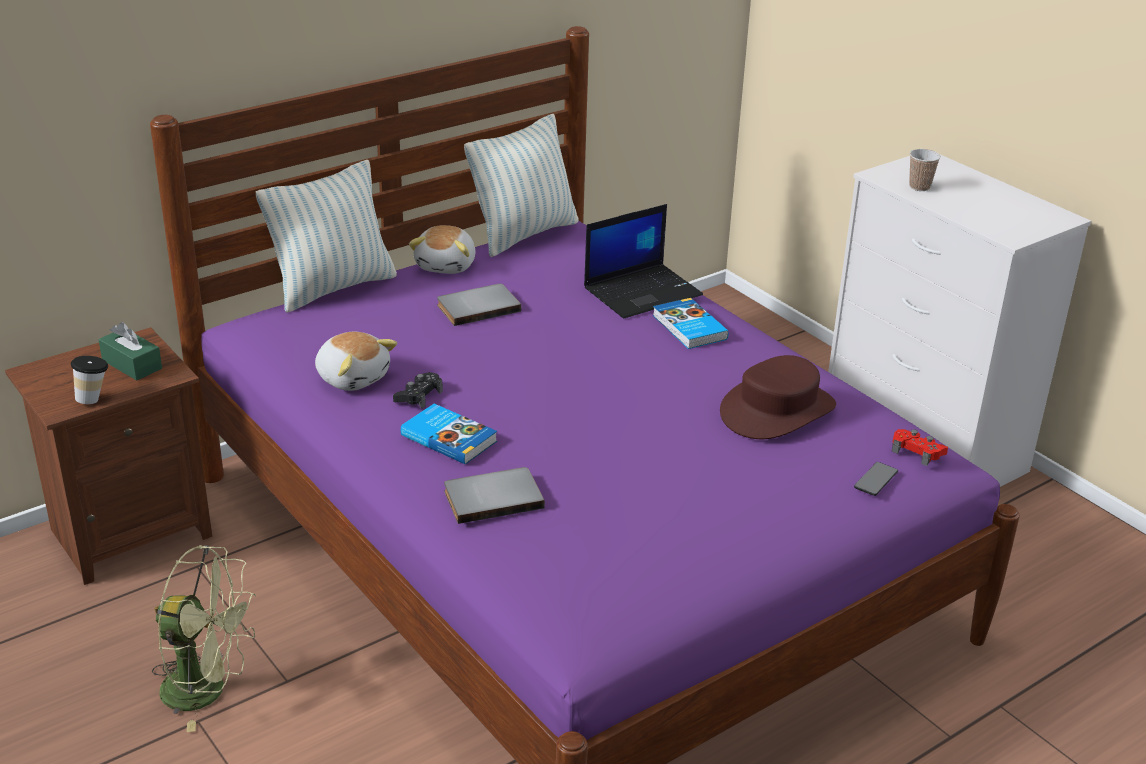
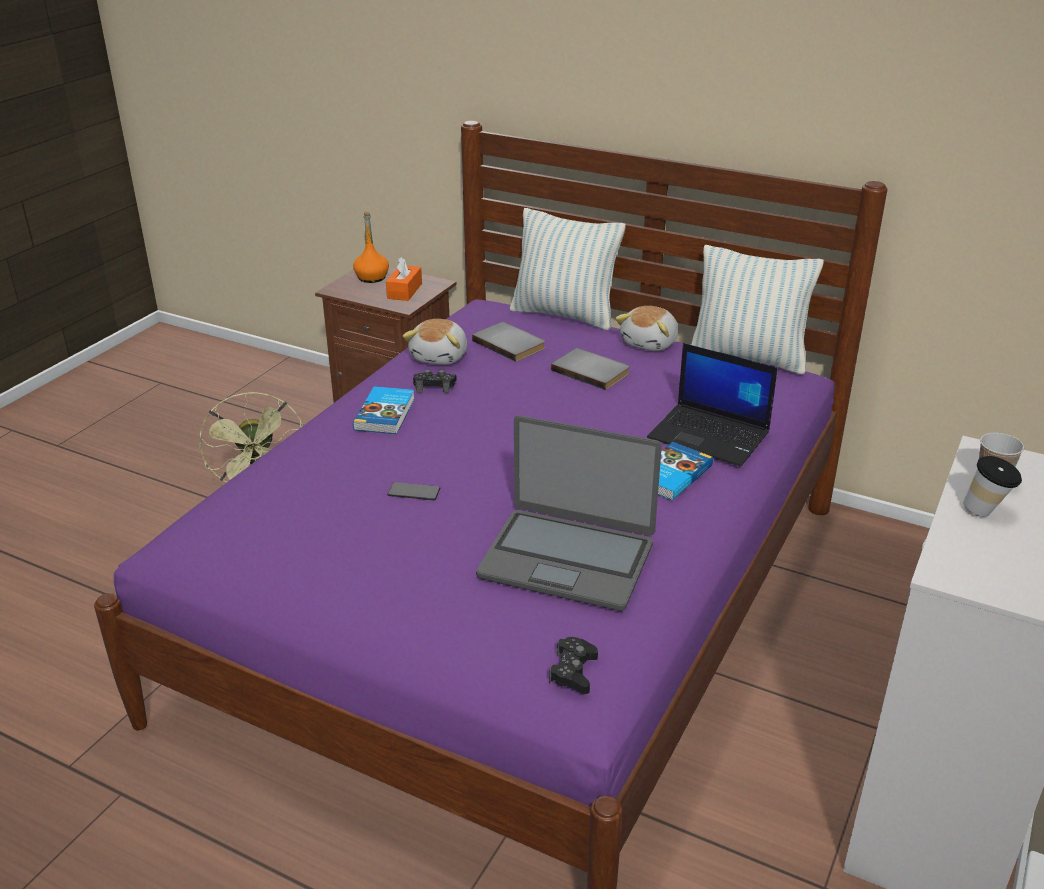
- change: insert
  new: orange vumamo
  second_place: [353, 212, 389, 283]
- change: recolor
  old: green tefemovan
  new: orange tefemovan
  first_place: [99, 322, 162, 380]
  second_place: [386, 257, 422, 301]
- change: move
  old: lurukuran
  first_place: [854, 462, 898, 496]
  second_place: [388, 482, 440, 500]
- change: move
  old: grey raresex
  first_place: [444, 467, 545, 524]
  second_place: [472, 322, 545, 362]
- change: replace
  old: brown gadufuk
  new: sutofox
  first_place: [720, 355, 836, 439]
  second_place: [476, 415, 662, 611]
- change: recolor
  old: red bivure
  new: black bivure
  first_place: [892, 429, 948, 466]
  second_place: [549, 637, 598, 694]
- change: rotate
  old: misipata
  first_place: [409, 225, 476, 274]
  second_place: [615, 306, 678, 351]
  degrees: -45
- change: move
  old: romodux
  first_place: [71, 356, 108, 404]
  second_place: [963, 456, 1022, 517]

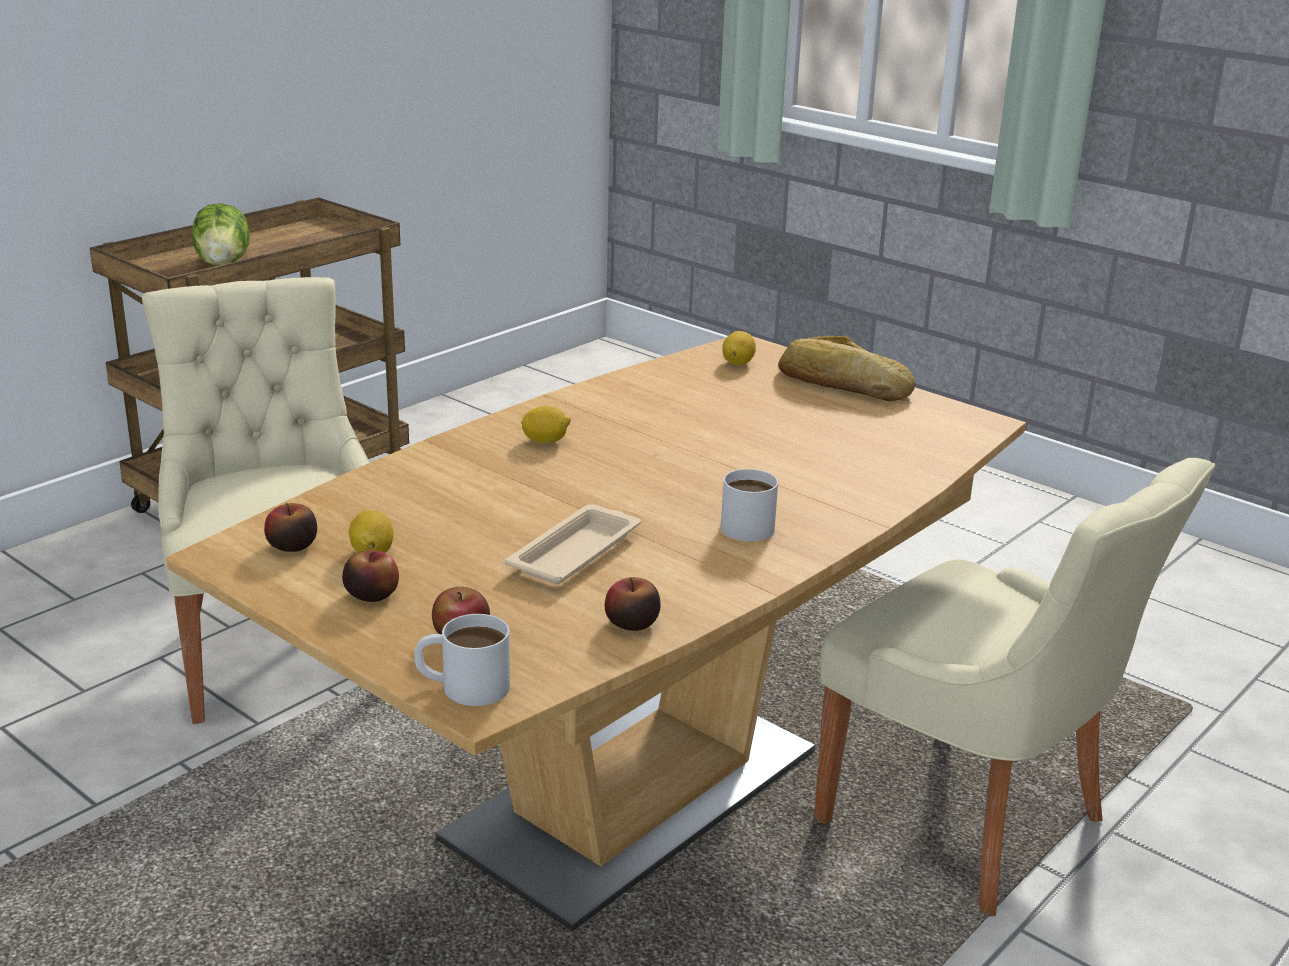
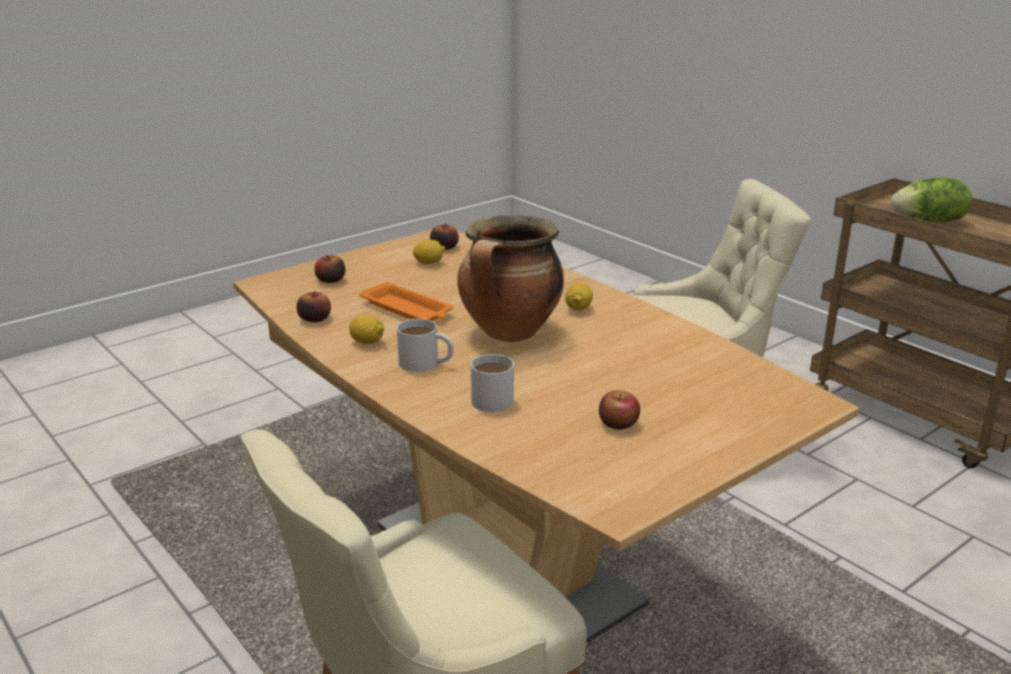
- change: move
  old: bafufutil
  first_place: [722, 331, 756, 365]
  second_place: [349, 315, 384, 344]
- change: recolor
  old: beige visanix
  new: orange visanix
  first_place: [505, 504, 641, 584]
  second_place: [359, 281, 453, 321]
- change: insert
  new: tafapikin
  second_place: [457, 215, 564, 342]
- change: move
  old: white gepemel
  first_place: [414, 614, 510, 706]
  second_place: [471, 354, 514, 412]
- change: move
  old: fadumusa
  first_place: [342, 550, 399, 602]
  second_place: [599, 390, 640, 430]
- change: delete
  old: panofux
  first_place: [778, 336, 915, 401]

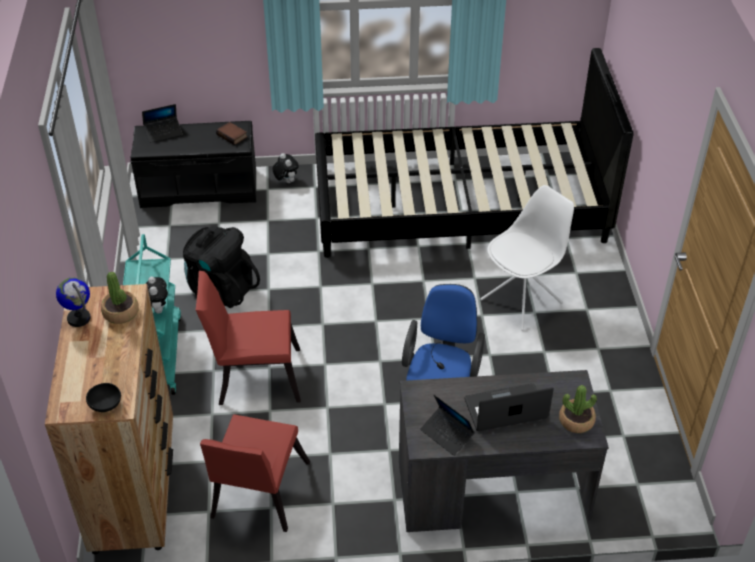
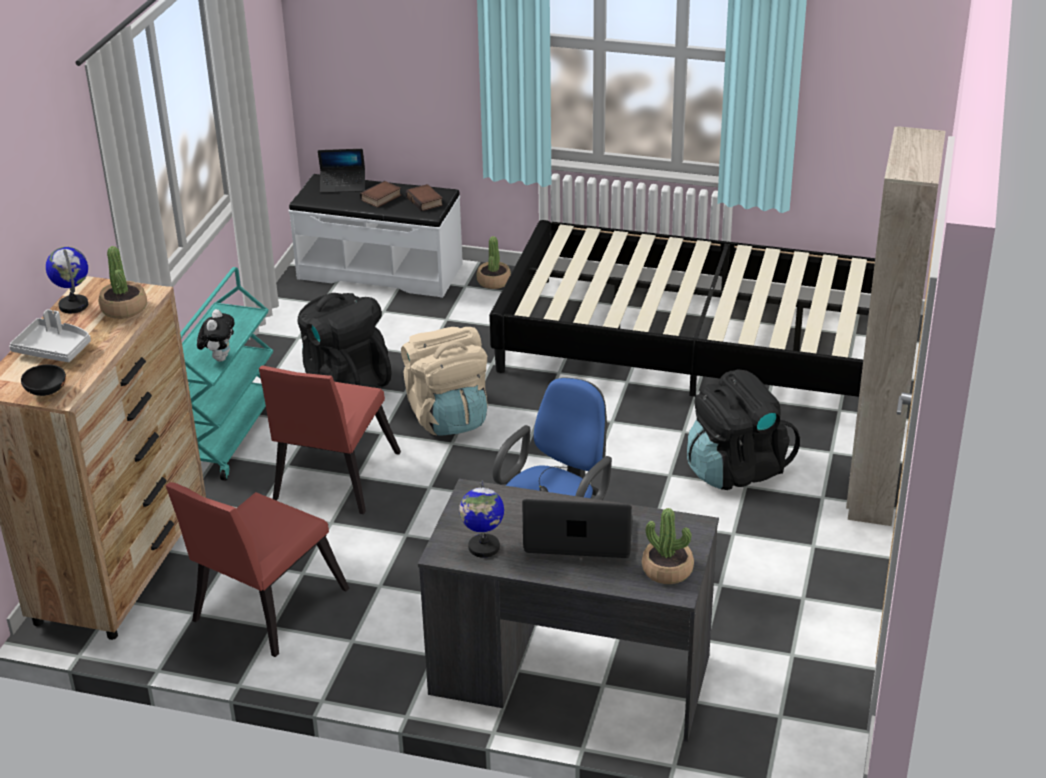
- change: insert
  new: grey visanix
  second_place: [9, 309, 91, 362]
- change: rotate
  old: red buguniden
  first_place: [196, 271, 301, 405]
  second_place: [259, 366, 401, 514]
  degrees: -90
- change: recolor
  old: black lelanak
  new: white lelanak
  first_place: [131, 121, 256, 208]
  second_place: [289, 174, 463, 298]
- change: insert
  new: raresex
  second_place: [360, 181, 401, 208]
- change: insert
  new: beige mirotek
  second_place: [401, 327, 488, 436]
- change: replace
  old: sutofox
  new: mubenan
  first_place: [420, 395, 475, 456]
  second_place: [459, 480, 504, 558]
- change: replace
  old: misipata
  new: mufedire
  first_place: [273, 153, 299, 183]
  second_place: [477, 236, 511, 289]
- change: replace
  old: white buguniden
  new: black mirotek
  first_place: [480, 185, 574, 331]
  second_place: [687, 369, 800, 490]
- change: insert
  new: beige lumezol
  second_place: [846, 126, 946, 526]

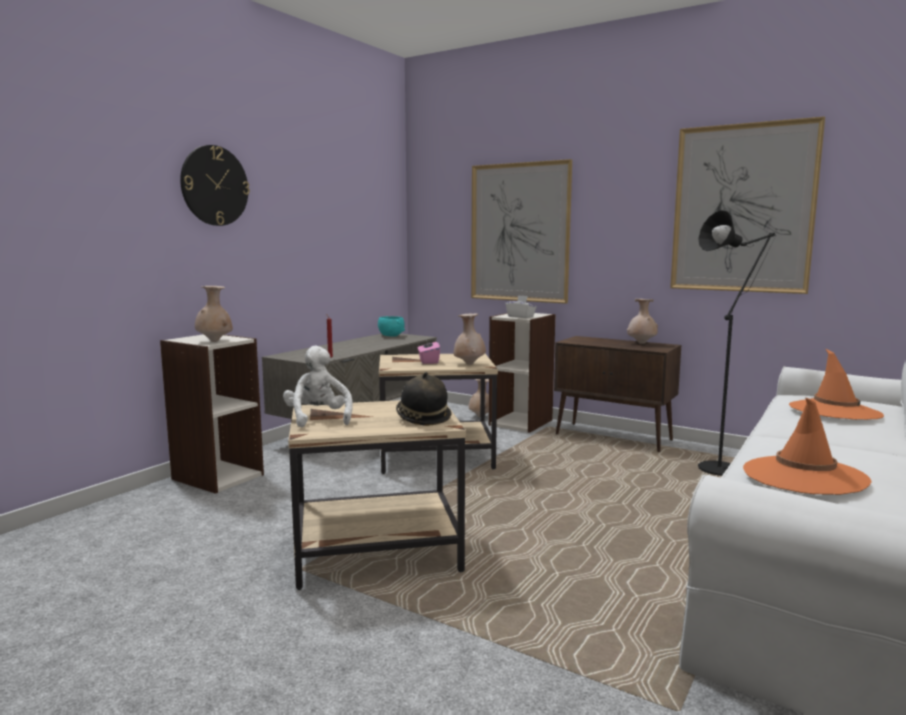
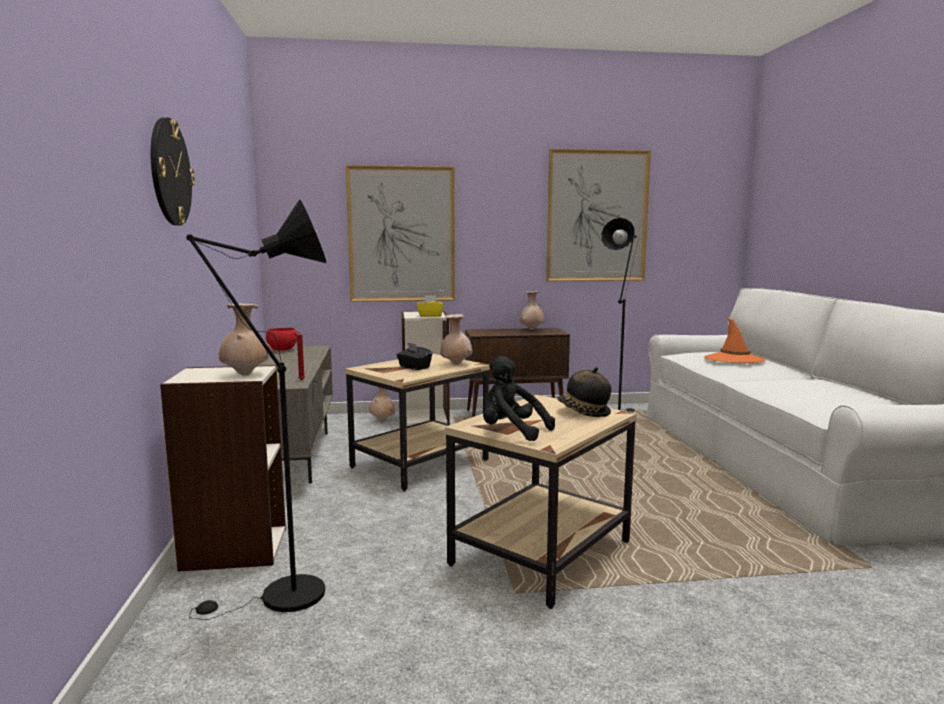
- change: insert
  new: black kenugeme
  second_place: [186, 199, 326, 620]
- change: recolor
  old: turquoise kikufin
  new: red kikufin
  first_place: [378, 316, 405, 337]
  second_place: [266, 328, 297, 350]
- change: recolor
  old: pink tefemovan
  new: black tefemovan
  first_place: [417, 338, 440, 364]
  second_place: [397, 342, 432, 370]
- change: recolor
  old: white tefemovan
  new: yellow tefemovan
  first_place: [506, 295, 537, 318]
  second_place: [417, 295, 444, 317]
- change: recolor
  old: white misipata
  new: black misipata
  first_place: [283, 345, 353, 427]
  second_place: [483, 356, 555, 441]
- change: delete
  old: orange gadufuk
  first_place: [743, 397, 872, 495]

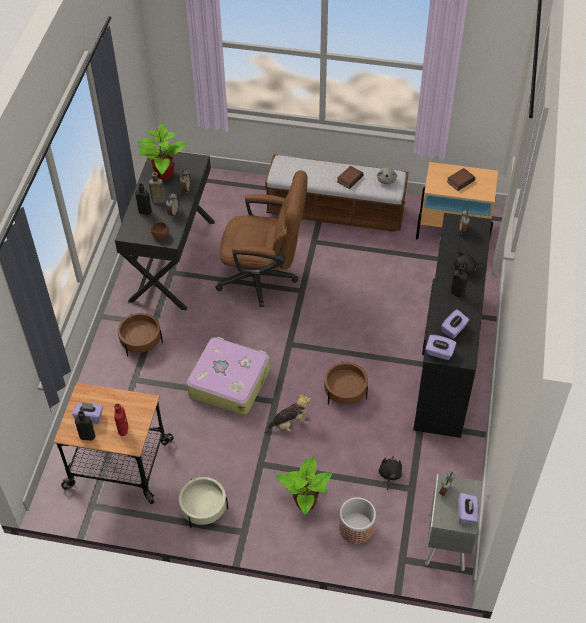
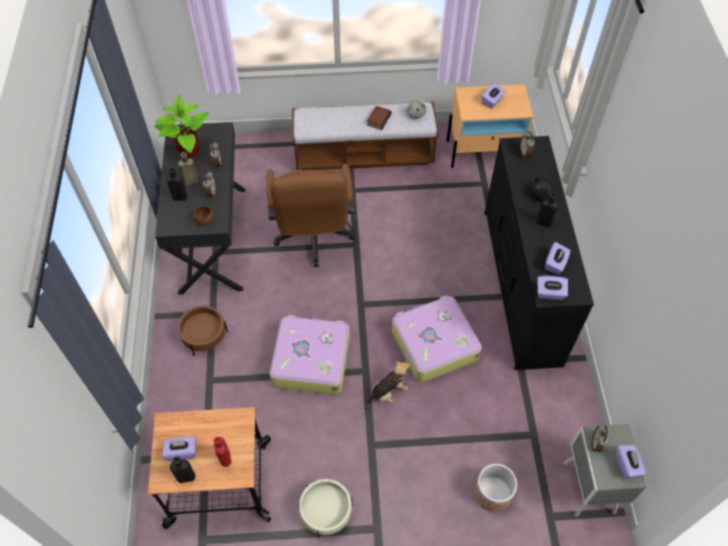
- change: rotate
  old: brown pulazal
  first_place: [216, 170, 308, 307]
  second_place: [266, 164, 355, 267]
  degrees: 90
- change: replace
  old: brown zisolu
  new: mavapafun
  first_place: [324, 361, 368, 404]
  second_place: [392, 295, 482, 383]
- change: replace
  old: raresex
  new: purple tefemovan
  first_place: [447, 168, 475, 191]
  second_place: [482, 83, 506, 109]
- change: delete
  old: mufedire
  first_place: [276, 456, 332, 515]
- change: delete
  old: black misipata
  first_place: [379, 456, 402, 490]

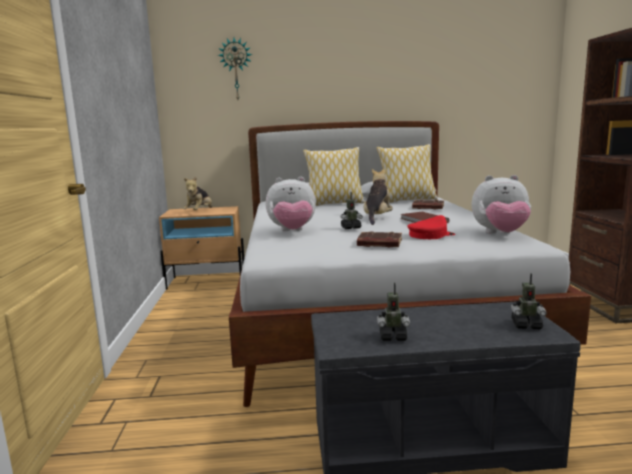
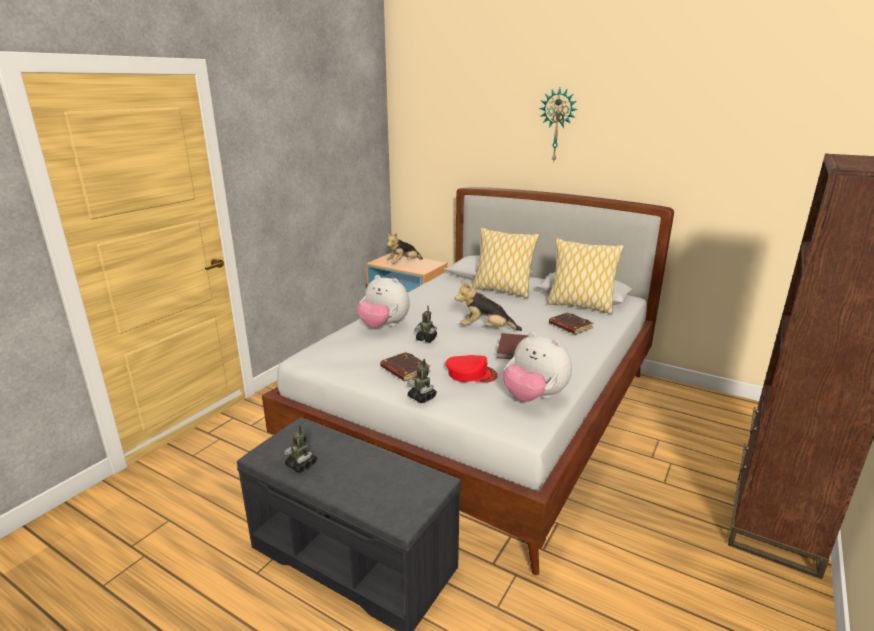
- change: move
  old: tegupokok
  first_place: [511, 273, 547, 329]
  second_place: [407, 359, 437, 403]
- change: rotate
  old: misipata
  first_place: [364, 169, 393, 225]
  second_place: [455, 281, 522, 331]
  degrees: -135
- change: move
  old: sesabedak
  first_place: [218, 38, 252, 99]
  second_place: [539, 88, 578, 163]

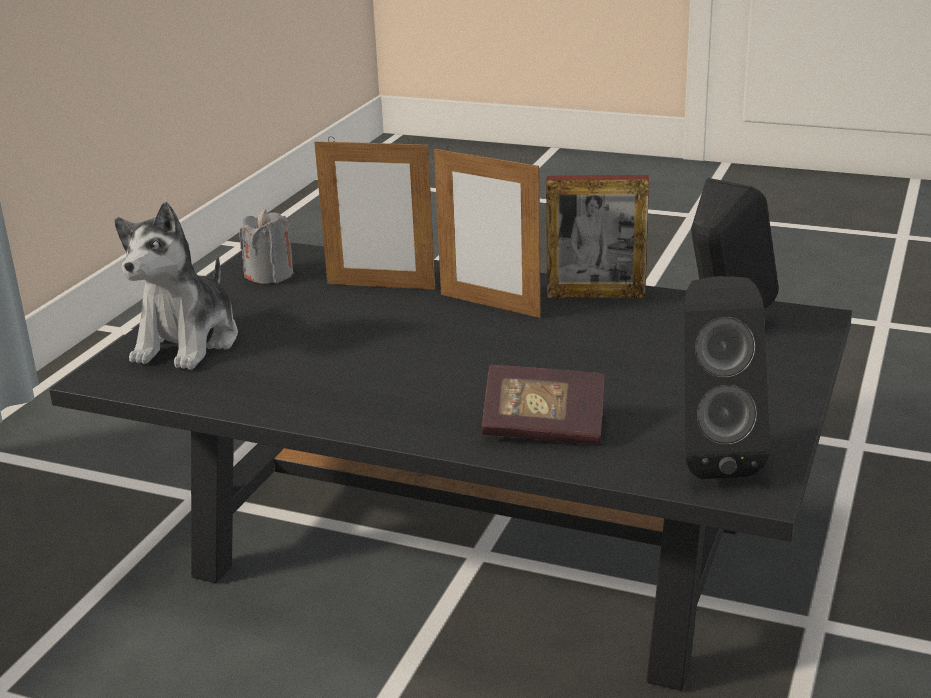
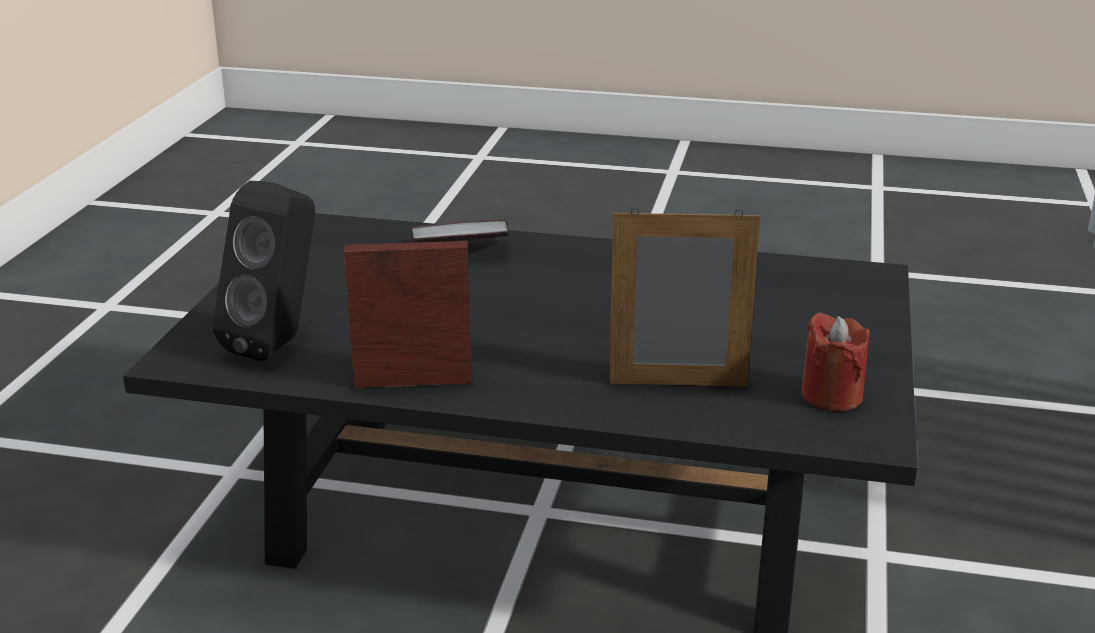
- change: recolor
  old: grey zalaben
  new: red zalaben
  first_place: [239, 209, 294, 284]
  second_place: [801, 312, 870, 411]
- change: delete
  old: misipata
  first_place: [114, 202, 238, 370]
- change: delete
  old: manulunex
  first_place: [434, 146, 541, 318]
- change: delete
  old: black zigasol
  first_place: [684, 276, 770, 479]

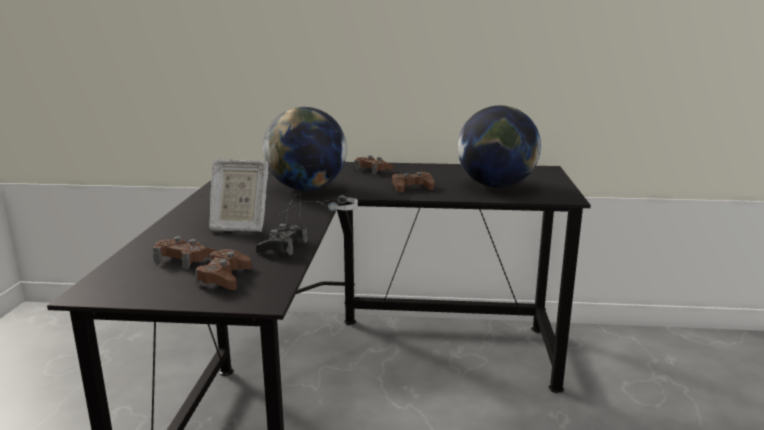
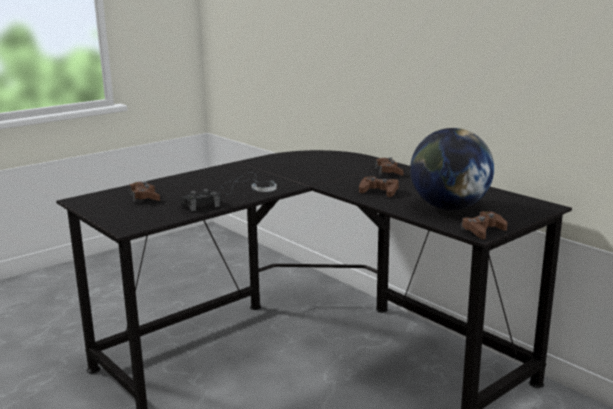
- change: move
  old: brown bivure
  first_place: [195, 249, 252, 290]
  second_place: [461, 211, 507, 239]
- change: delete
  old: manulunex
  first_place: [209, 159, 269, 232]
- change: delete
  old: mubenan
  first_place: [263, 107, 347, 190]

